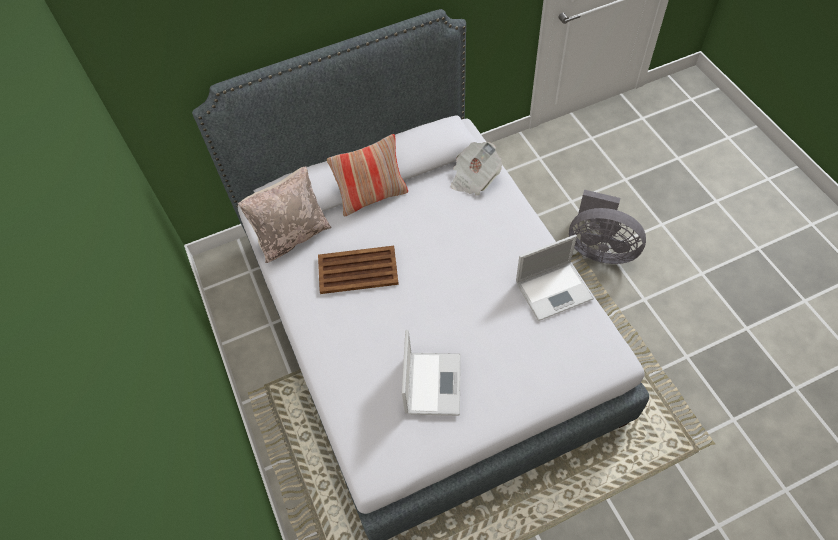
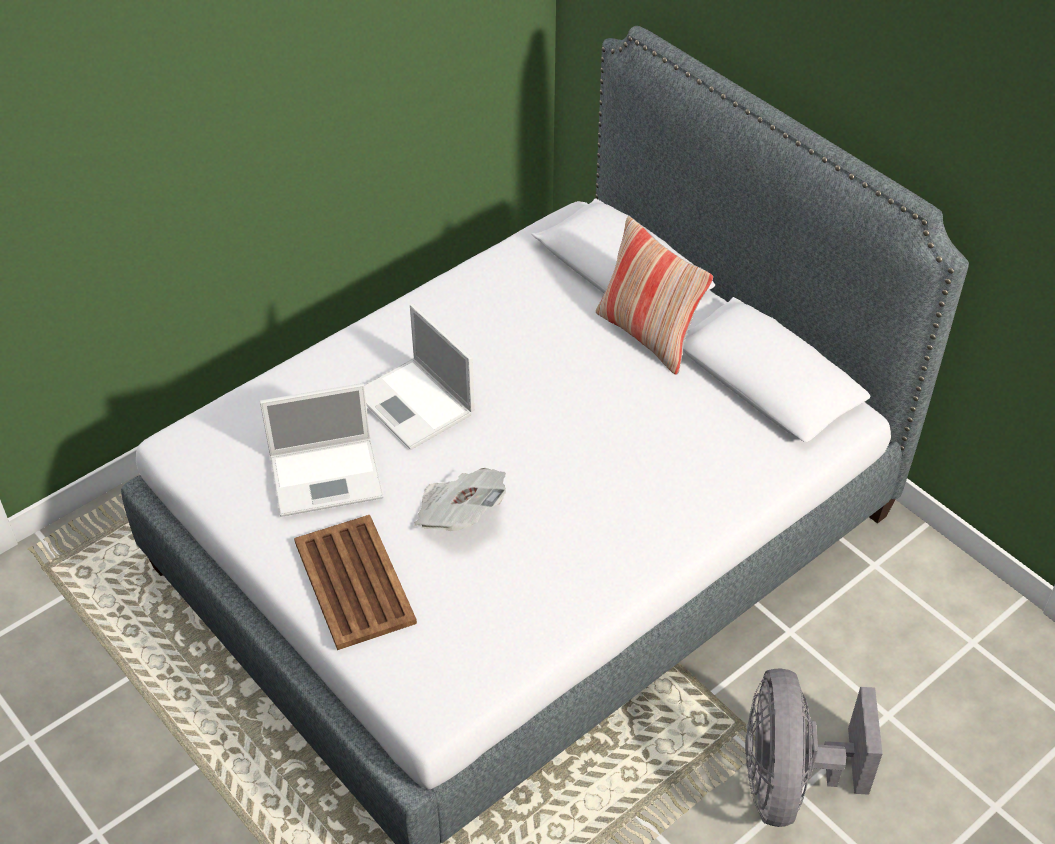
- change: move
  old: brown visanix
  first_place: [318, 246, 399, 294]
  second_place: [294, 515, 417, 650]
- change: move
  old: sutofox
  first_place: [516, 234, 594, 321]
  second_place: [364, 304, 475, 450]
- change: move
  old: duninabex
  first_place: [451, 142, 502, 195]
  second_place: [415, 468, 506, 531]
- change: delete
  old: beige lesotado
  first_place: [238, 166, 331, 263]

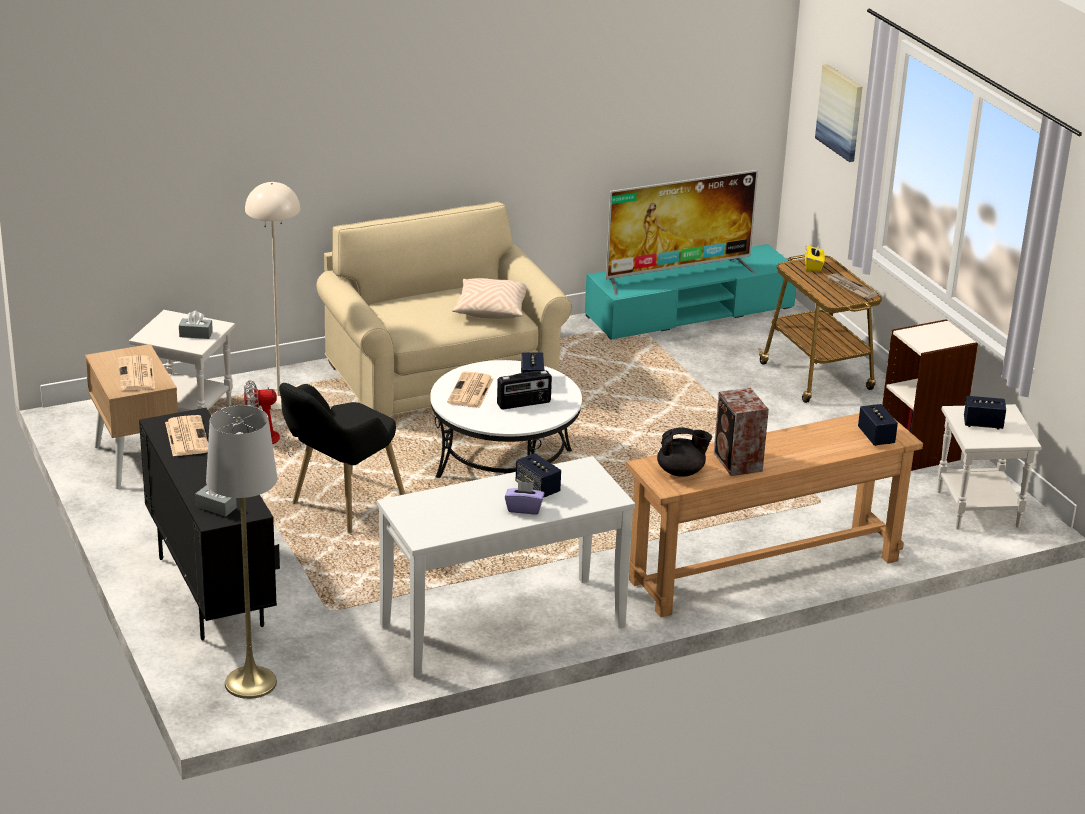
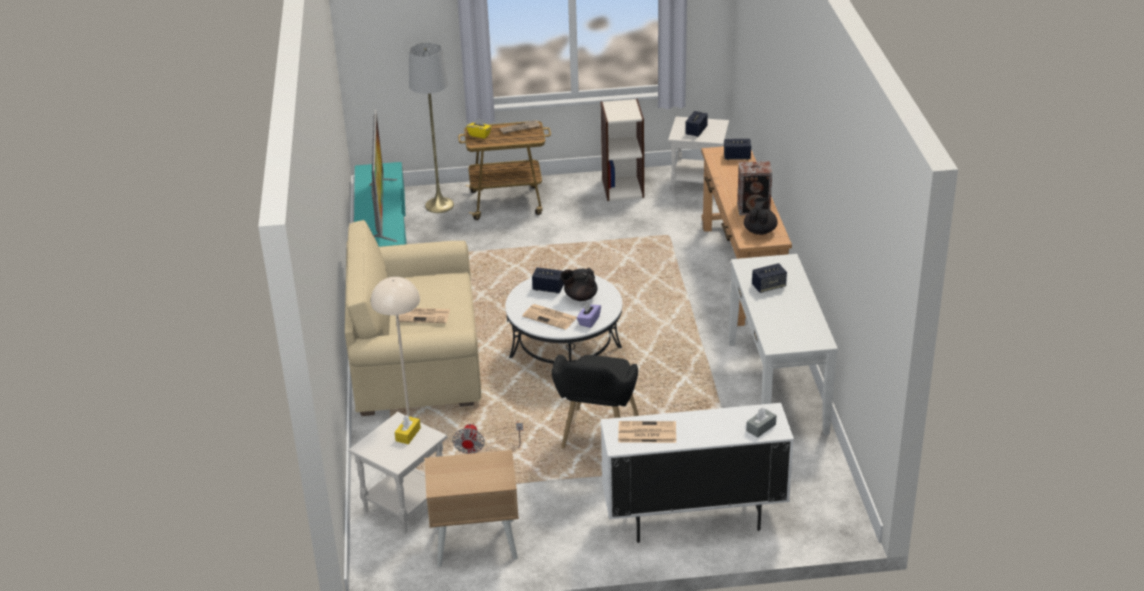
- change: recolor
  old: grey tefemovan
  new: yellow tefemovan
  first_place: [179, 311, 213, 339]
  second_place: [395, 415, 421, 444]
- change: move
  old: duninabex
  first_place: [118, 355, 155, 391]
  second_place: [399, 308, 450, 323]
- change: move
  old: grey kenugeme
  first_place: [206, 405, 277, 699]
  second_place: [409, 43, 454, 213]
- change: rotate
  old: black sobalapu
  first_place: [279, 383, 405, 533]
  second_place: [552, 355, 639, 448]
  degrees: 45
- change: replace
  old: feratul
  new: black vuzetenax
  first_place: [497, 370, 552, 409]
  second_place: [560, 268, 598, 301]
- change: move
  old: purple tefemovan
  first_place: [505, 481, 544, 514]
  second_place: [577, 302, 601, 328]
- change: recolor
  old: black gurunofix
  new: white gurunofix
  first_place: [139, 408, 280, 640]
  second_place: [601, 403, 794, 543]
- change: delete
  old: beige lesotado
  first_place: [452, 278, 527, 319]
- change: delete
  old: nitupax
  first_place: [815, 64, 862, 162]

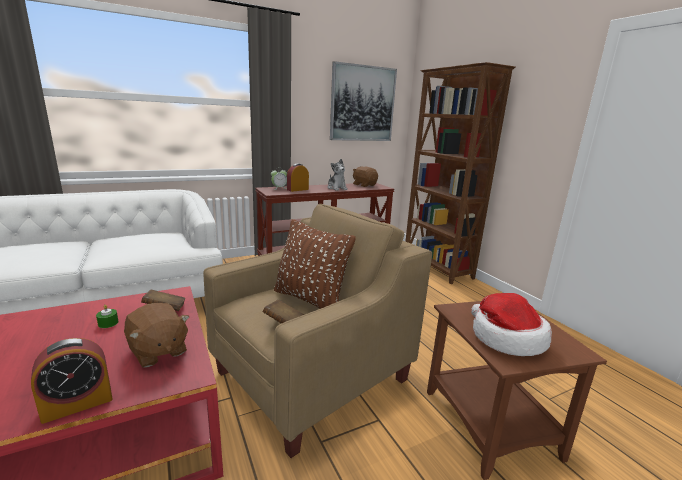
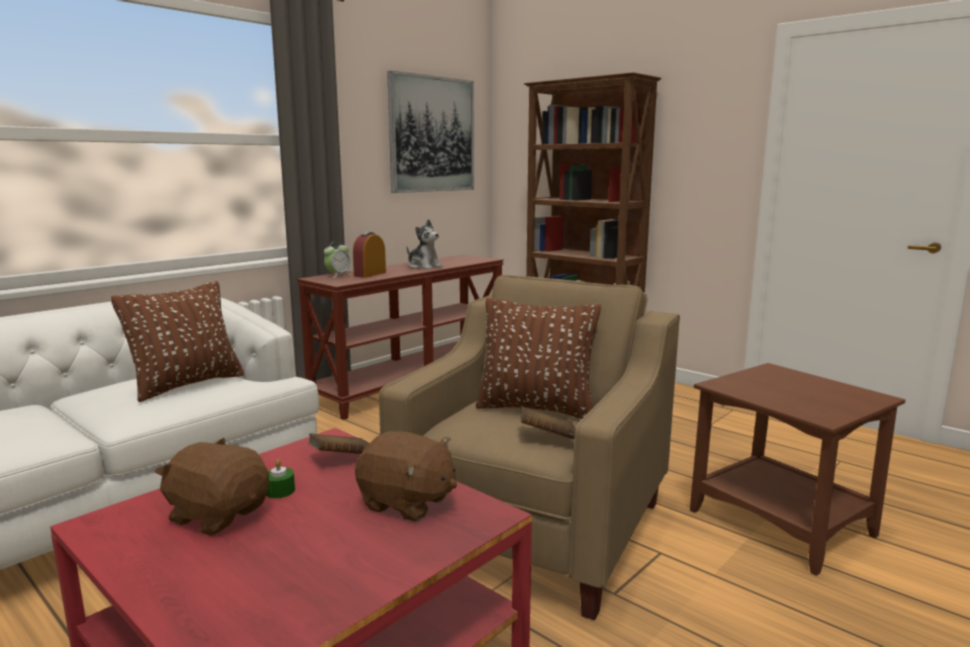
- change: insert
  new: brown lesotado
  second_place: [111, 281, 244, 402]
- change: move
  old: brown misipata
  first_place: [353, 166, 378, 187]
  second_place: [155, 438, 269, 536]
- change: delete
  old: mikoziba
  first_place: [31, 338, 112, 424]
- change: delete
  old: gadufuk
  first_place: [471, 293, 552, 356]

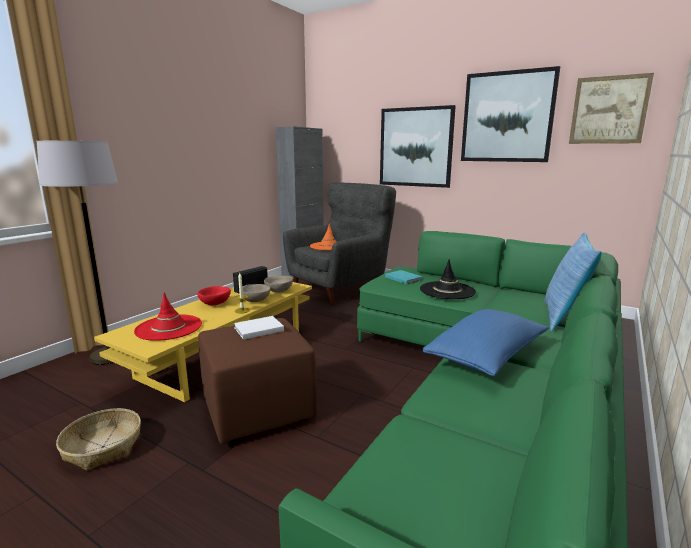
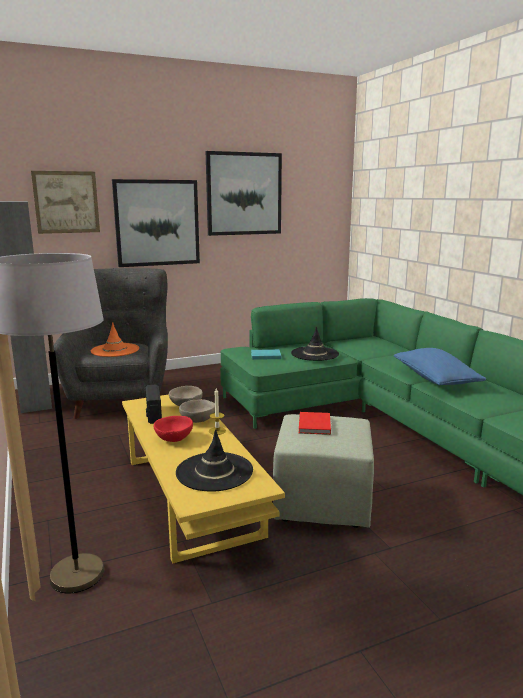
- change: move
  old: nitupax
  first_place: [569, 73, 654, 144]
  second_place: [31, 171, 100, 234]
- change: recolor
  old: red gadufuk
  new: black gadufuk
  first_place: [134, 292, 202, 341]
  second_place: [176, 429, 253, 492]
- change: recolor
  old: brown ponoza
  new: green ponoza
  first_place: [198, 318, 317, 444]
  second_place: [273, 414, 374, 528]
- change: recolor
  old: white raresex
  new: red raresex
  first_place: [234, 316, 284, 340]
  second_place: [299, 412, 331, 435]
- change: delete
  old: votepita
  first_place: [56, 408, 141, 471]
- change: delete
  old: lesotado
  first_place: [544, 233, 602, 332]

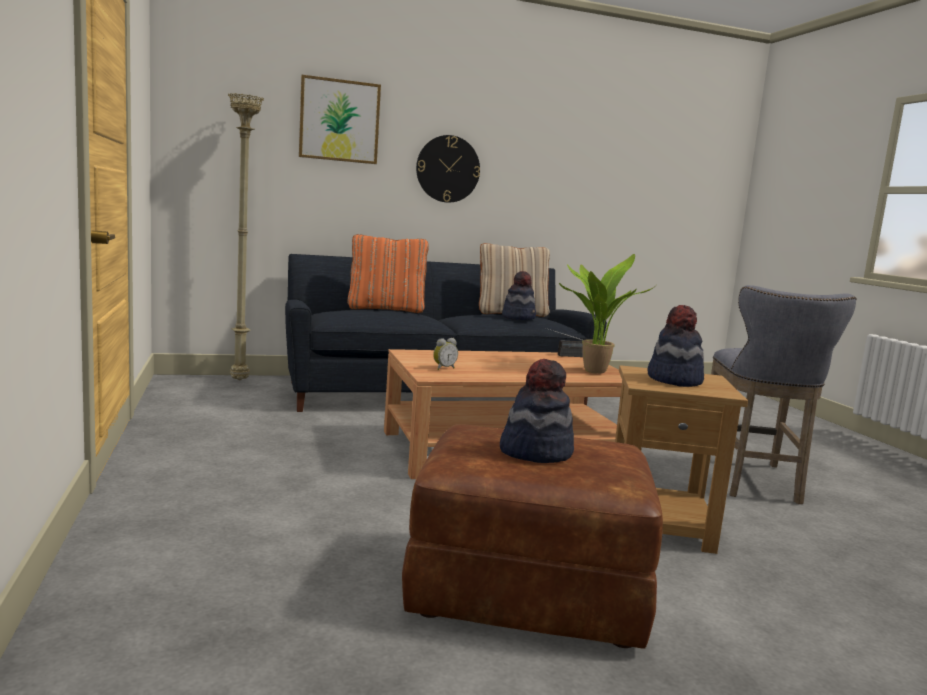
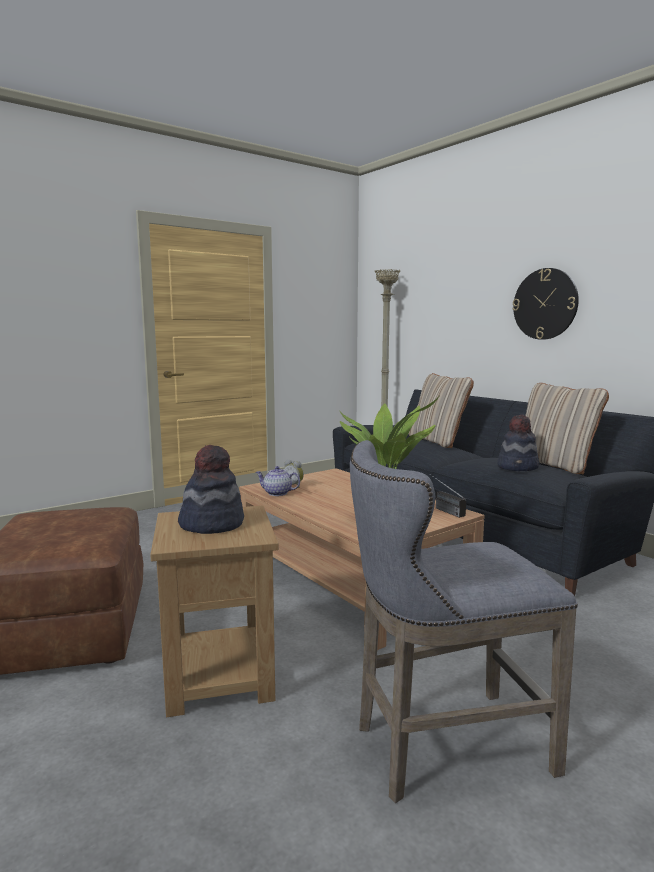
- change: insert
  new: vuzetenax
  second_place: [255, 466, 300, 496]
- change: recolor
  old: orange lesotado
  new: beige lesotado
  first_place: [347, 234, 429, 313]
  second_place: [409, 373, 474, 448]
- change: delete
  old: nitupax
  first_place: [299, 75, 381, 164]
- change: delete
  old: gadufuk
  first_place: [500, 359, 574, 463]

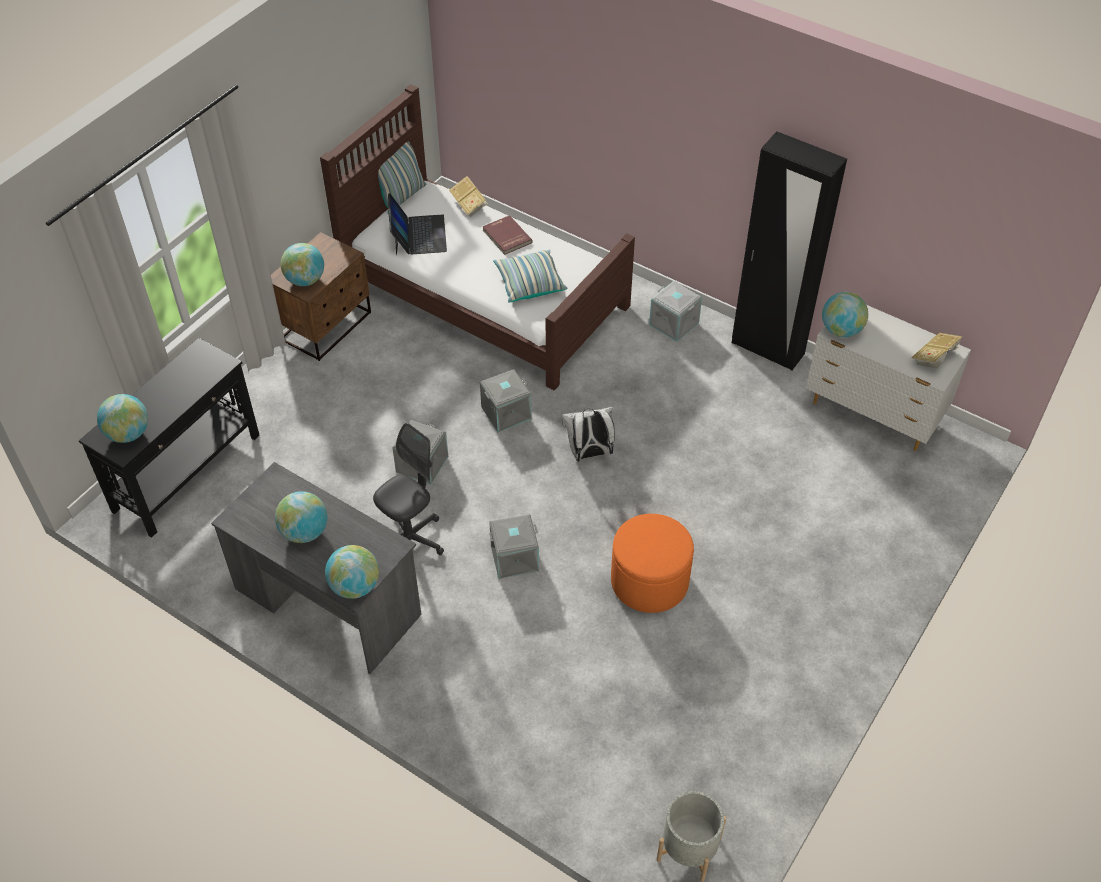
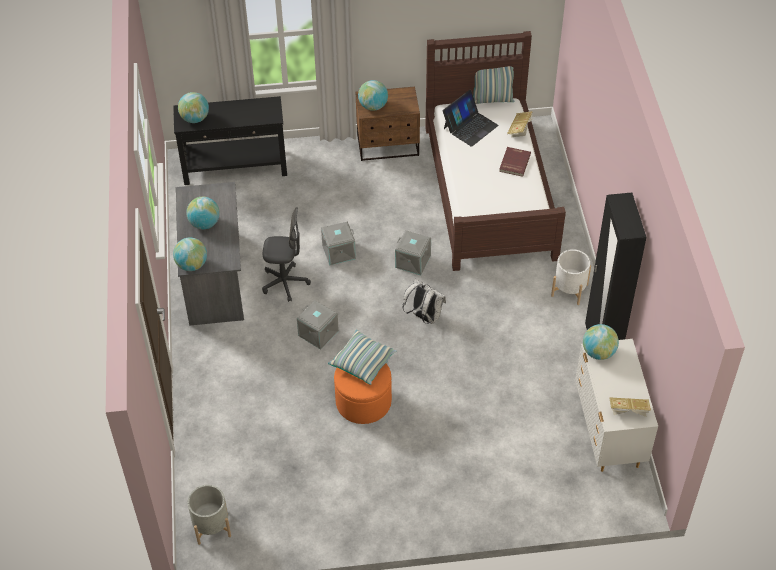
- change: move
  old: lesotado
  first_place: [493, 249, 567, 303]
  second_place: [328, 330, 397, 385]
- change: replace
  old: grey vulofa
  new: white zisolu
  first_place: [649, 281, 702, 342]
  second_place: [551, 249, 591, 305]

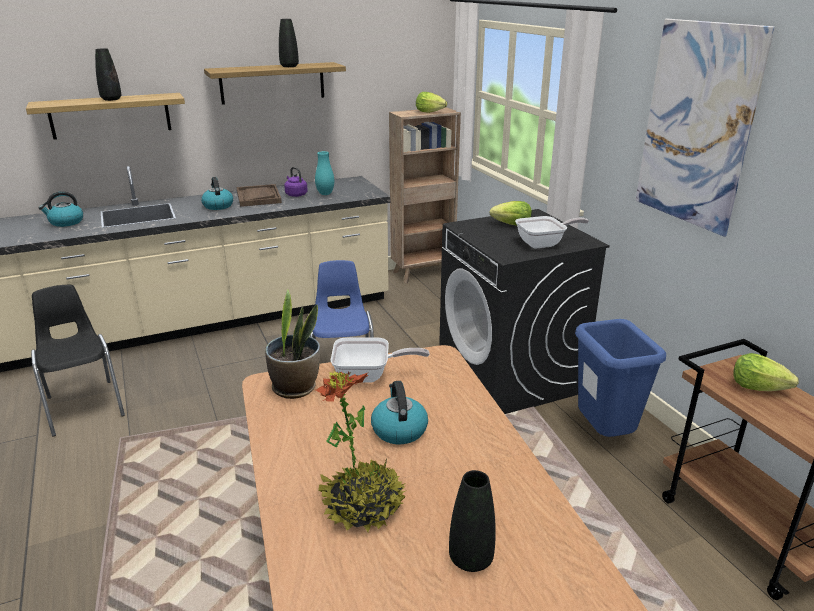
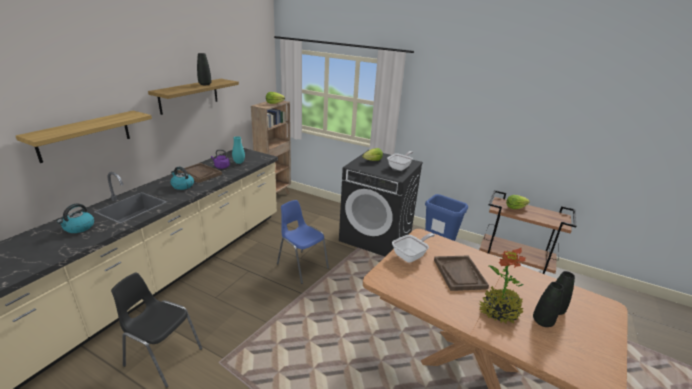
- change: replace
  old: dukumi
  new: brown visanix
  first_place: [371, 381, 428, 444]
  second_place: [434, 255, 489, 291]
- change: move
  old: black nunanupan
  first_place: [95, 48, 122, 101]
  second_place: [533, 282, 563, 327]
- change: delete
  old: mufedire
  first_place: [265, 289, 320, 399]
- change: delete
  old: nitupax
  first_place: [636, 19, 775, 237]

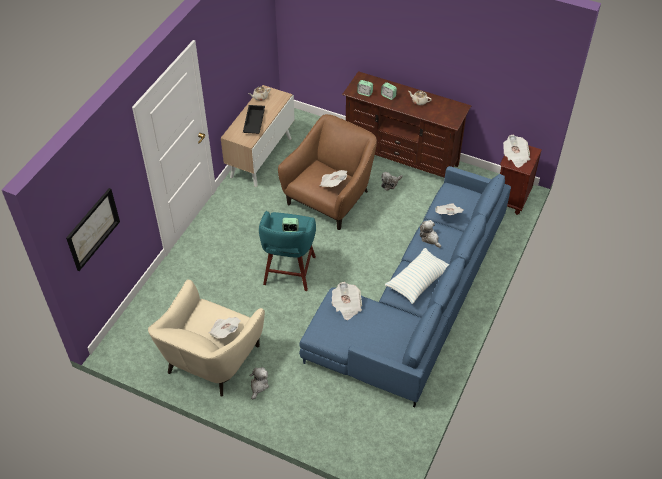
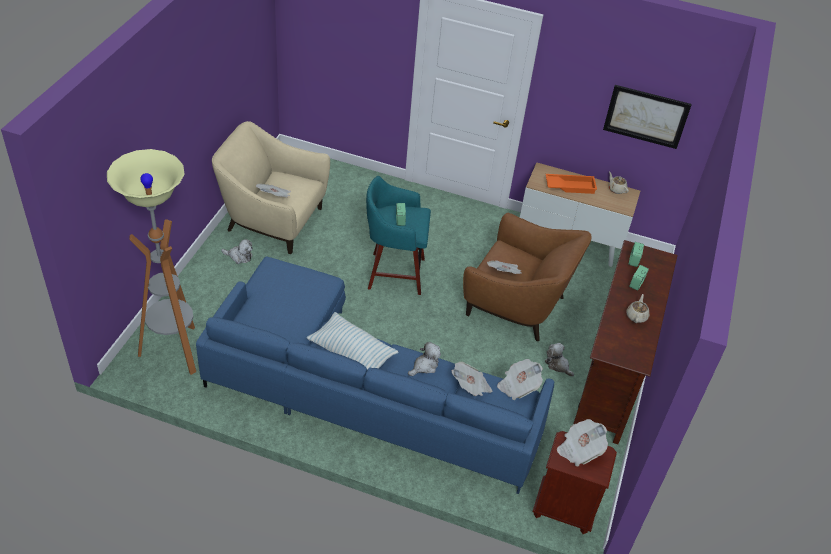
- change: insert
  new: kenugeme
  second_place: [107, 149, 196, 375]
- change: move
  old: duninabex
  first_place: [332, 282, 362, 320]
  second_place: [497, 359, 543, 400]
- change: recolor
  old: black visanix
  new: orange visanix
  first_place: [243, 105, 265, 134]
  second_place: [546, 174, 597, 194]
- change: move
  old: nitupax
  first_place: [66, 188, 120, 271]
  second_place: [603, 85, 692, 149]

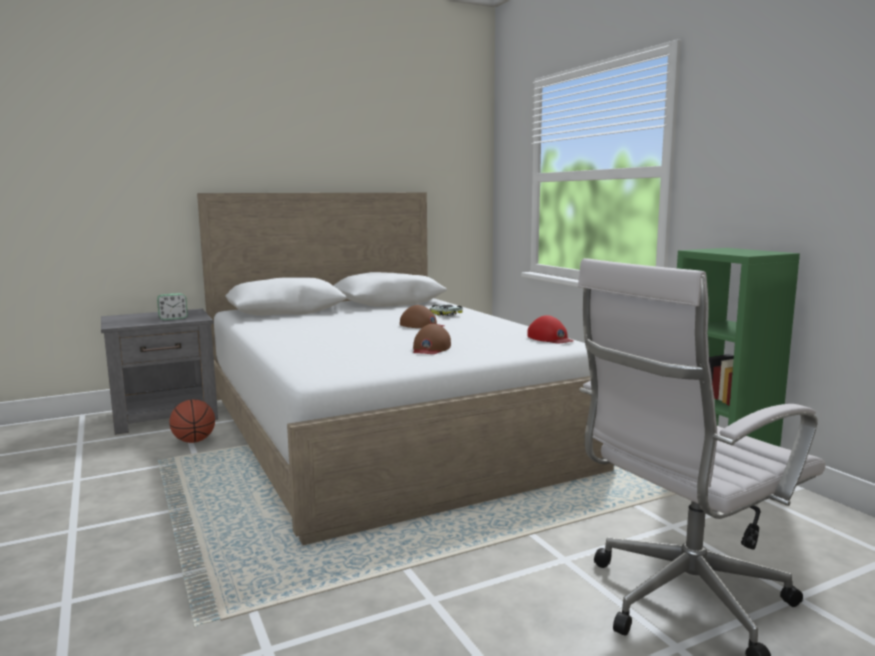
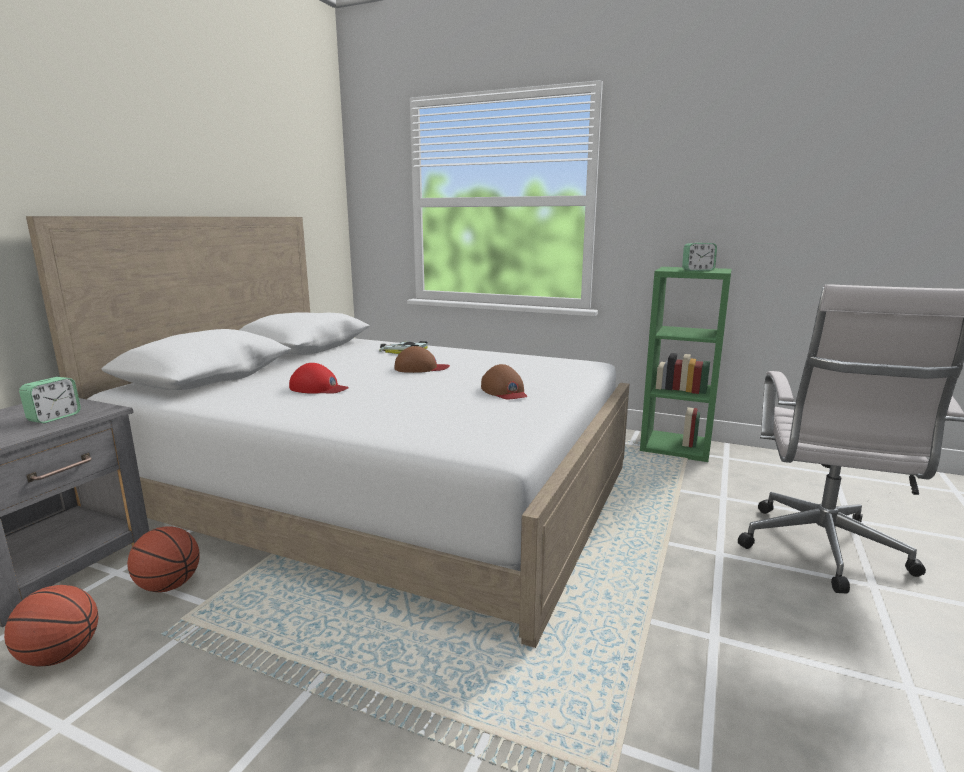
- change: insert
  new: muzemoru
  second_place: [4, 585, 98, 667]
- change: move
  old: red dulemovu
  first_place: [527, 315, 573, 343]
  second_place: [289, 363, 349, 394]
- change: insert
  new: mikoziba
  second_place: [682, 243, 717, 271]

